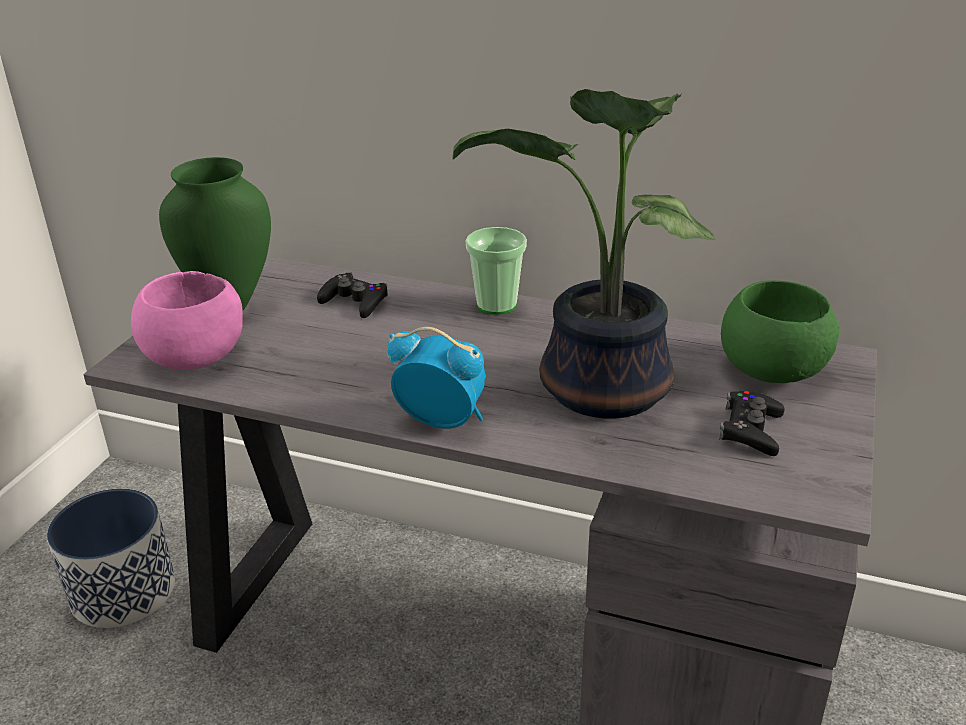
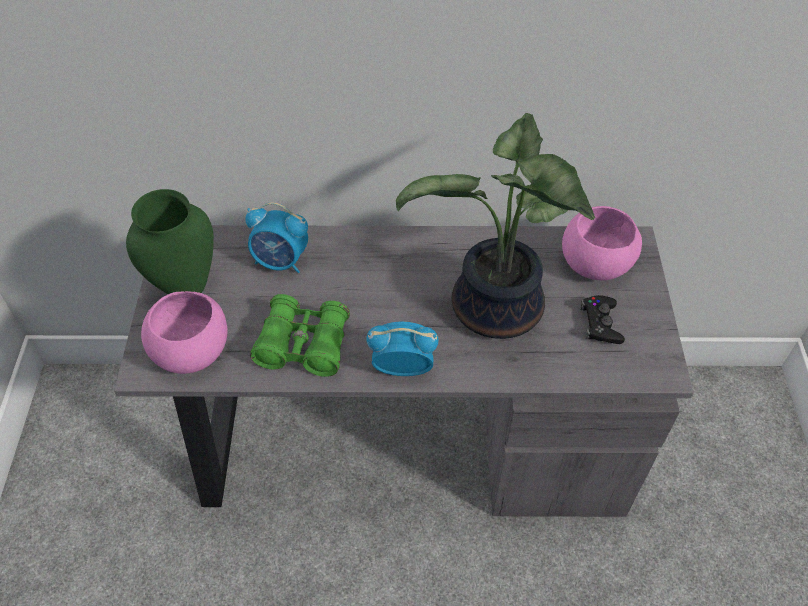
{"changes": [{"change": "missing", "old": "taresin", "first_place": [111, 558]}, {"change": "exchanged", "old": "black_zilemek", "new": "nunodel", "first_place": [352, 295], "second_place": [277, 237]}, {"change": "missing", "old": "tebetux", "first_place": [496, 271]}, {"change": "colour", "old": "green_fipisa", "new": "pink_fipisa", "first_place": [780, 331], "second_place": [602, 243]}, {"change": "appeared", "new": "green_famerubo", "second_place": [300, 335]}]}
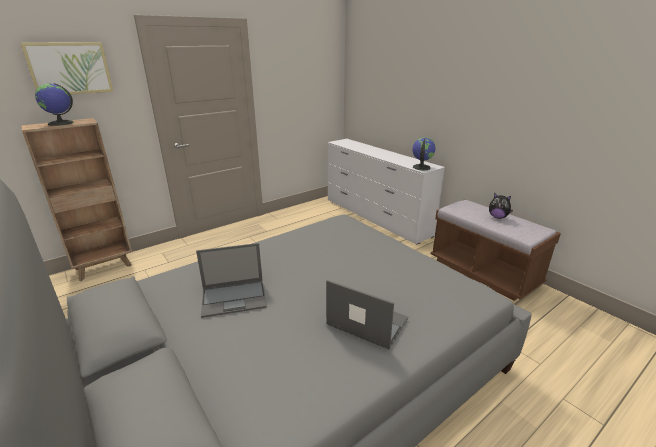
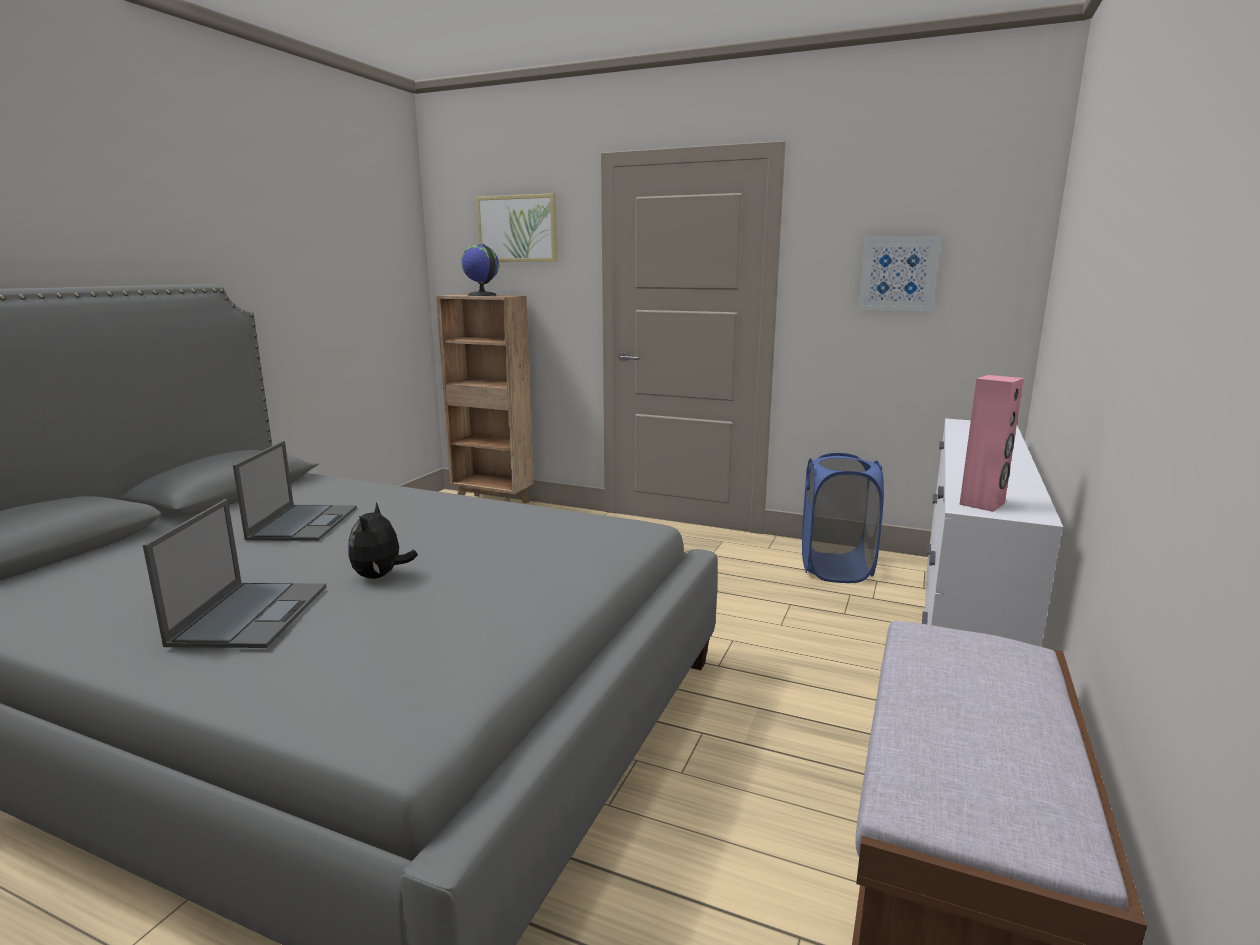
{"changes": [{"change": "spun", "old": "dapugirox", "first_place": [231, 280], "second_place": [295, 491], "degrees": -135}, {"change": "exchanged", "old": "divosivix", "new": "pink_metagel", "first_place": [424, 153], "second_place": [991, 443]}, {"change": "relocated", "old": "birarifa", "first_place": [501, 206], "second_place": [383, 540]}, {"change": "appeared", "new": "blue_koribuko", "second_place": [843, 518]}, {"change": "appeared", "new": "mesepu", "second_place": [899, 273]}]}
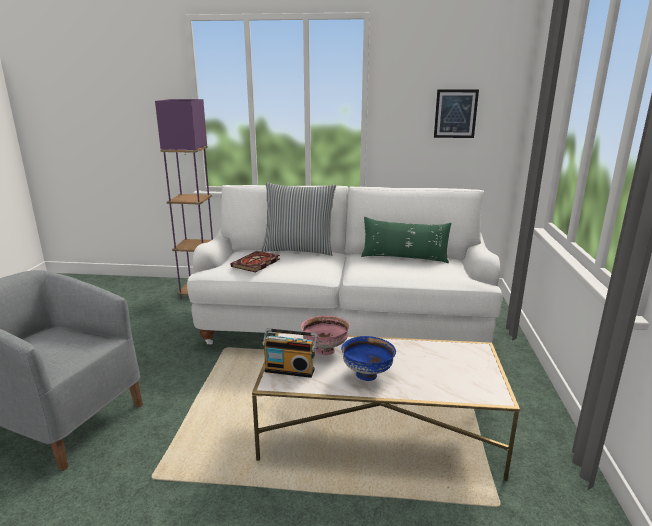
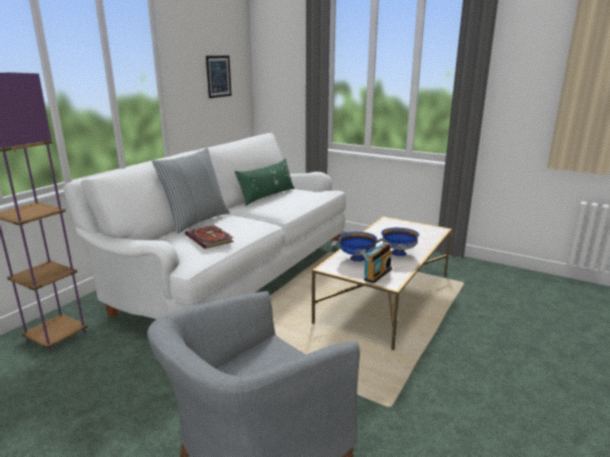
{"changes": [{"change": "colour", "old": "pink_fipisa", "new": "blue_fipisa", "first_place": [325, 335], "second_place": [358, 247]}]}
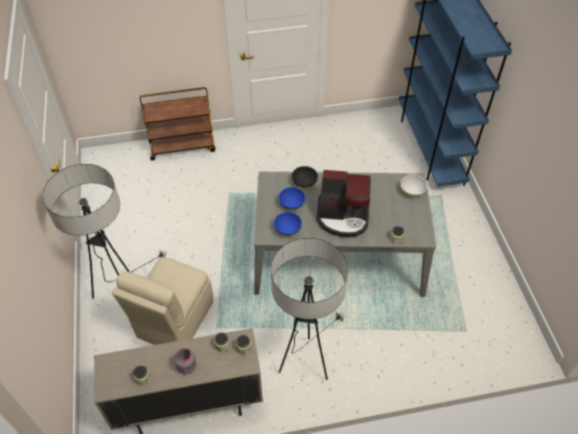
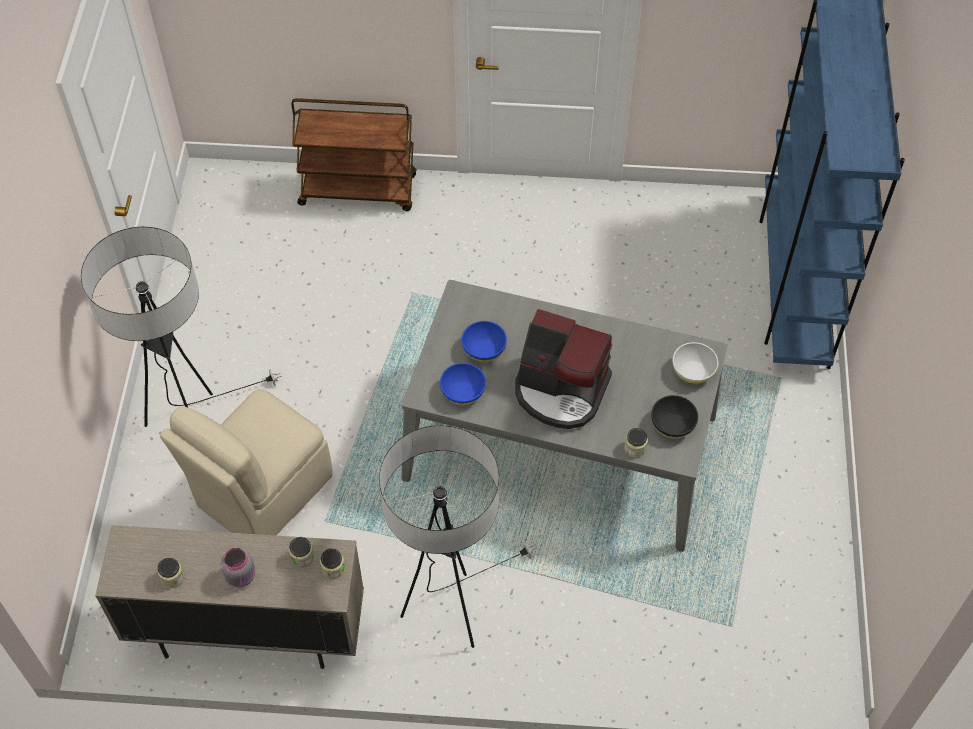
{"changes": [{"change": "relocated", "old": "black_fipisa", "first_place": [305, 177], "second_place": [674, 416]}]}
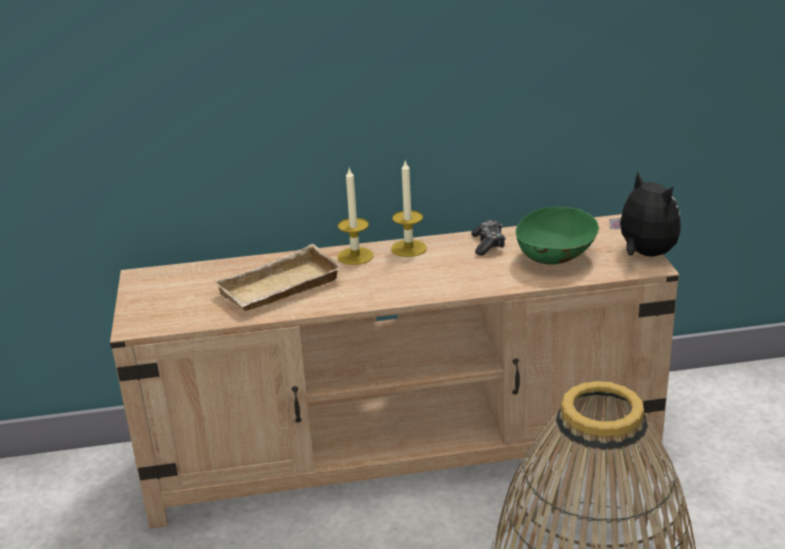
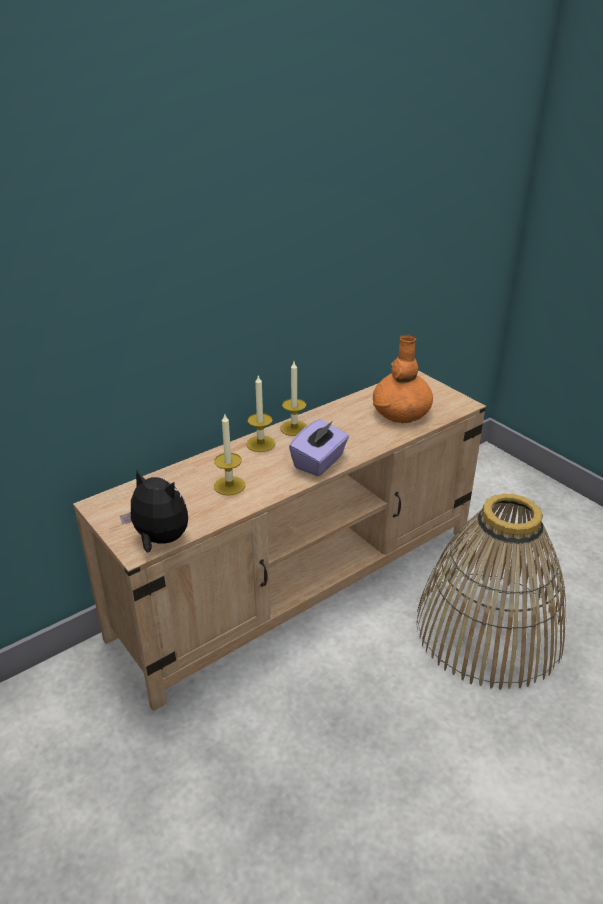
{"changes": [{"change": "exchanged", "old": "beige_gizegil", "new": "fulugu", "first_place": [278, 277], "second_place": [229, 455]}, {"change": "missing", "old": "zilemek", "first_place": [488, 238]}, {"change": "exchanged", "old": "green_fipisa", "new": "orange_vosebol", "first_place": [557, 236], "second_place": [403, 379]}, {"change": "relocated", "old": "birarifa", "first_place": [645, 214], "second_place": [154, 511]}, {"change": "appeared", "new": "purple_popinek", "second_place": [319, 447]}]}
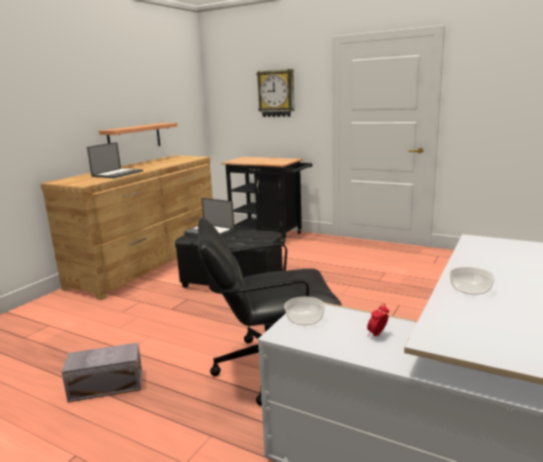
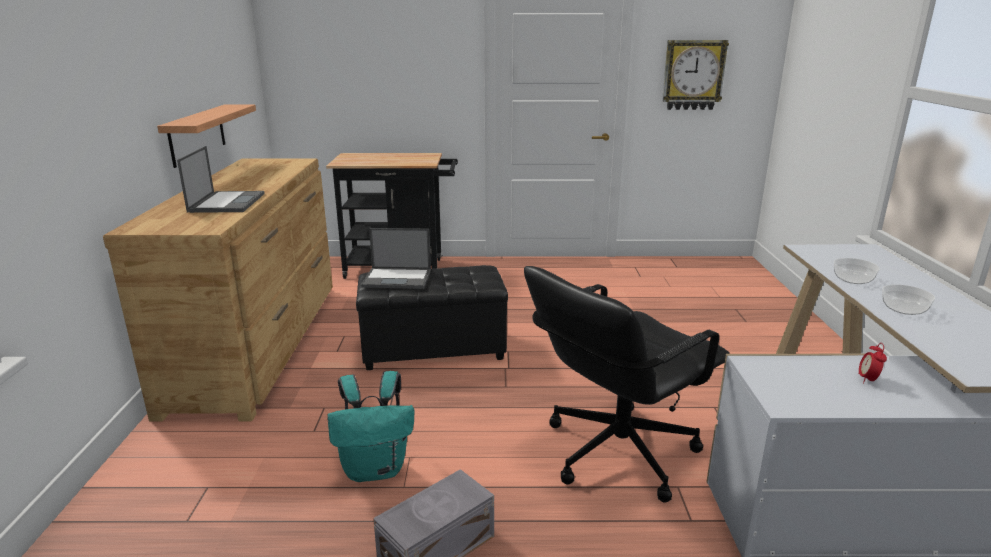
{"changes": [{"change": "relocated", "old": "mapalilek", "first_place": [275, 93], "second_place": [695, 75]}, {"change": "relocated", "old": "fipisa", "first_place": [304, 311], "second_place": [857, 271]}, {"change": "appeared", "new": "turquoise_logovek", "second_place": [370, 426]}]}
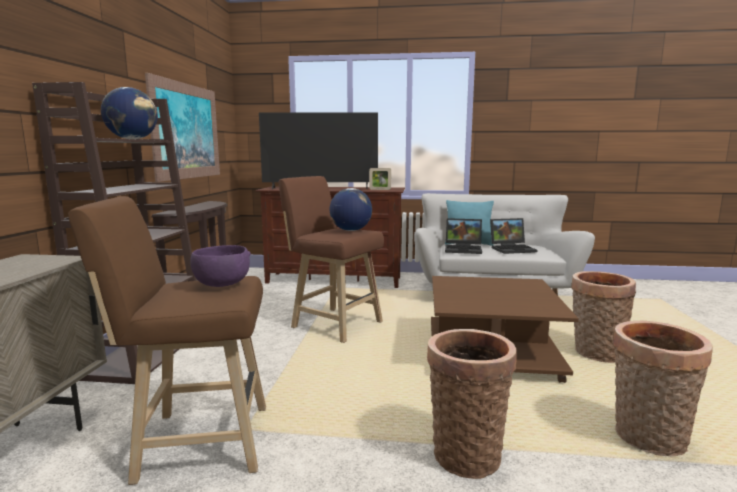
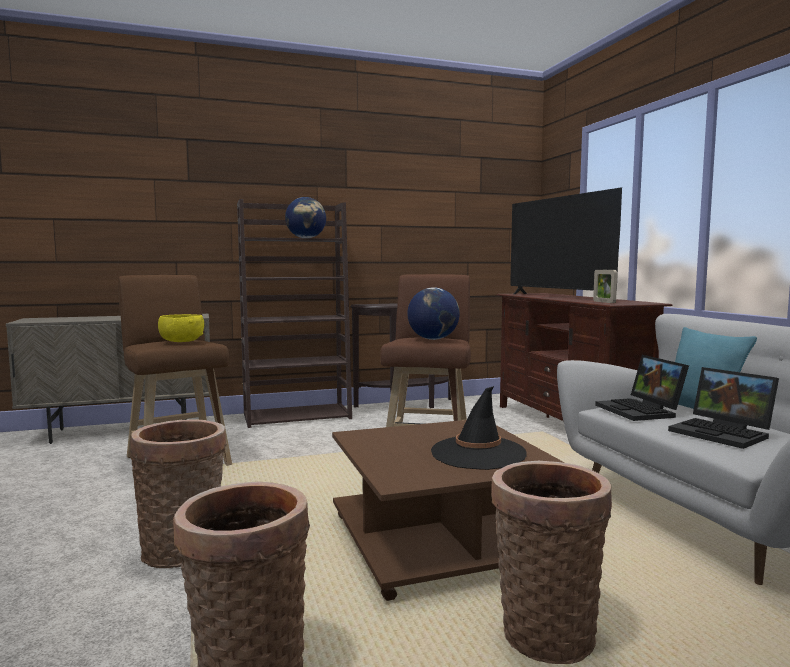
{"changes": [{"change": "missing", "old": "mesepu", "first_place": [182, 127]}, {"change": "colour", "old": "purple_fipisa", "new": "yellow_fipisa", "first_place": [220, 266], "second_place": [181, 328]}, {"change": "appeared", "new": "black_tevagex", "second_place": [479, 428]}]}
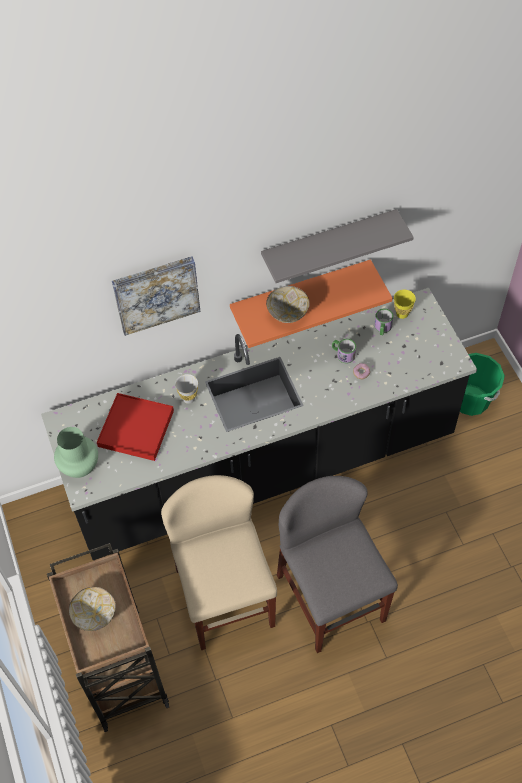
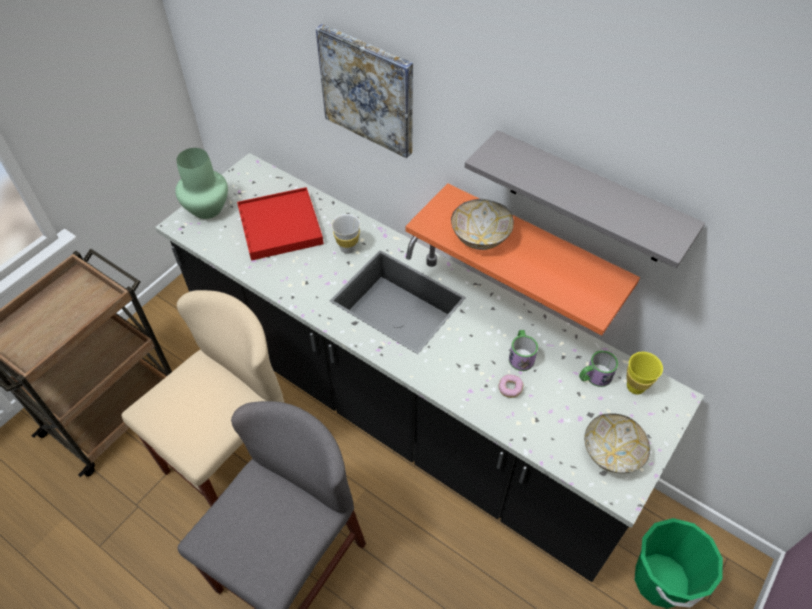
{"changes": [{"change": "relocated", "old": "fipisa", "first_place": [92, 609], "second_place": [617, 444]}]}
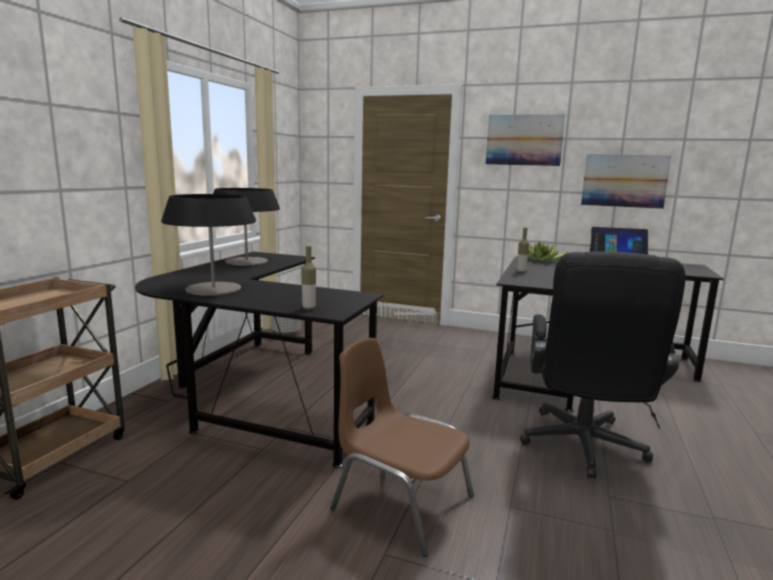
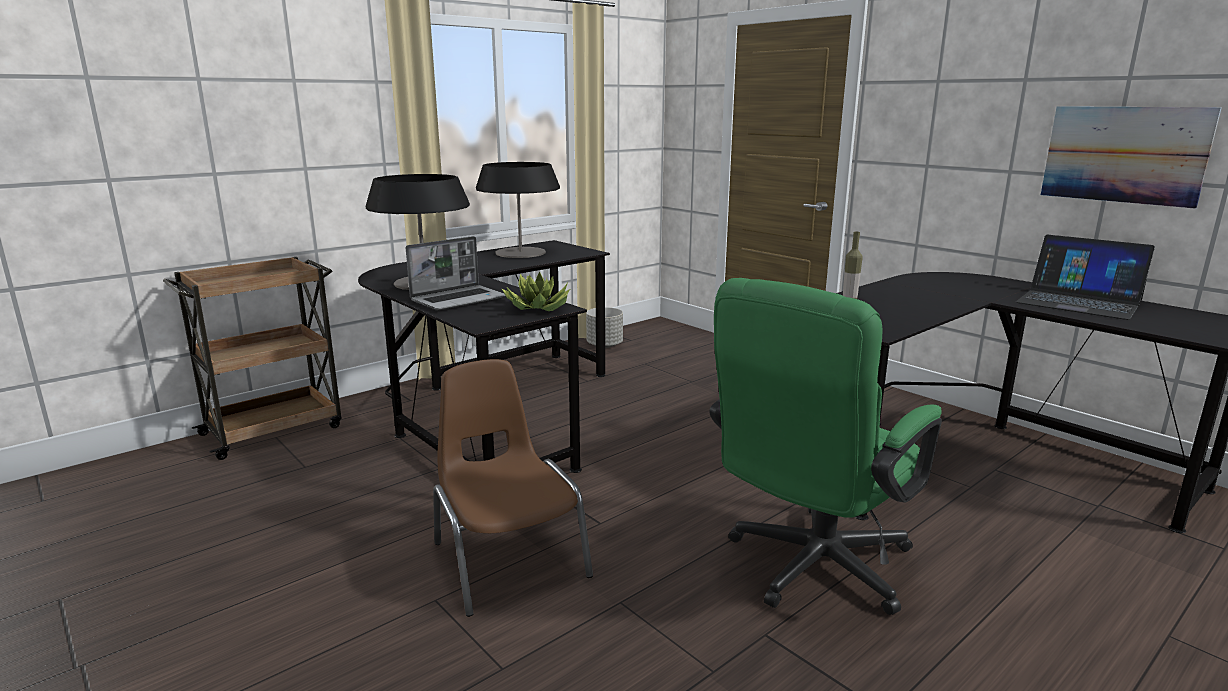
{"changes": [{"change": "missing", "old": "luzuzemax", "first_place": [308, 278]}, {"change": "missing", "old": "mesepu", "first_place": [525, 140]}, {"change": "colour", "old": "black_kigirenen", "new": "green_kigirenen", "first_place": [603, 364], "second_place": [825, 446]}, {"change": "relocated", "old": "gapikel", "first_place": [548, 251], "second_place": [535, 291]}, {"change": "appeared", "new": "dapugirox", "second_place": [455, 273]}]}
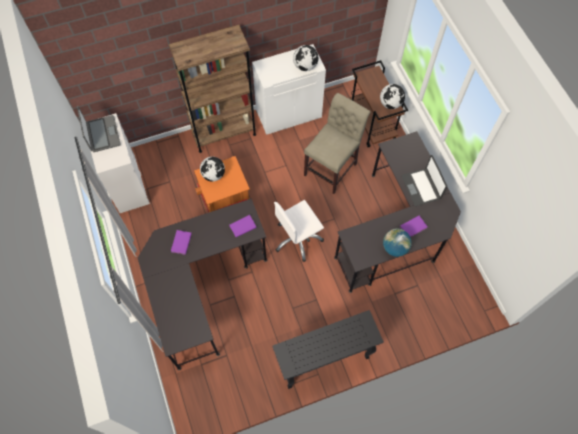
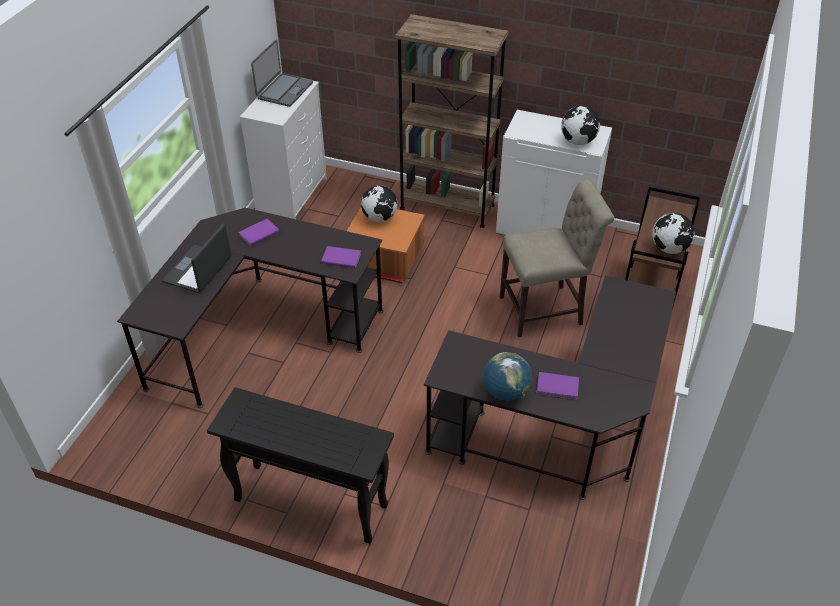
{"changes": [{"change": "missing", "old": "white_kigirenen", "first_place": [299, 231]}, {"change": "relocated", "old": "dapugirox", "first_place": [424, 180], "second_place": [197, 258]}]}
